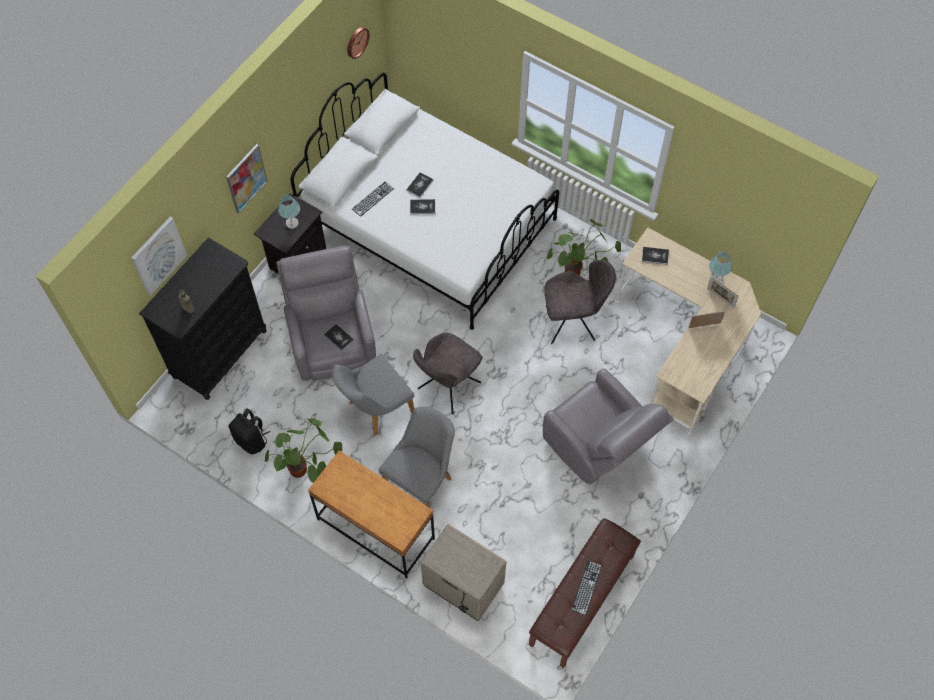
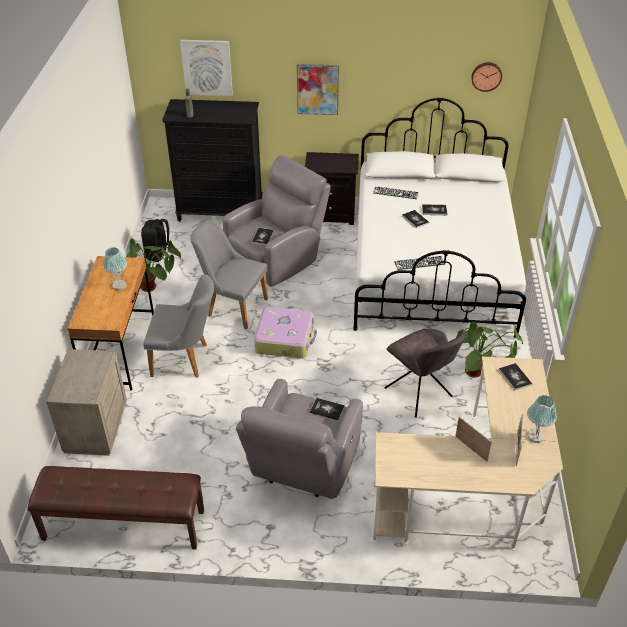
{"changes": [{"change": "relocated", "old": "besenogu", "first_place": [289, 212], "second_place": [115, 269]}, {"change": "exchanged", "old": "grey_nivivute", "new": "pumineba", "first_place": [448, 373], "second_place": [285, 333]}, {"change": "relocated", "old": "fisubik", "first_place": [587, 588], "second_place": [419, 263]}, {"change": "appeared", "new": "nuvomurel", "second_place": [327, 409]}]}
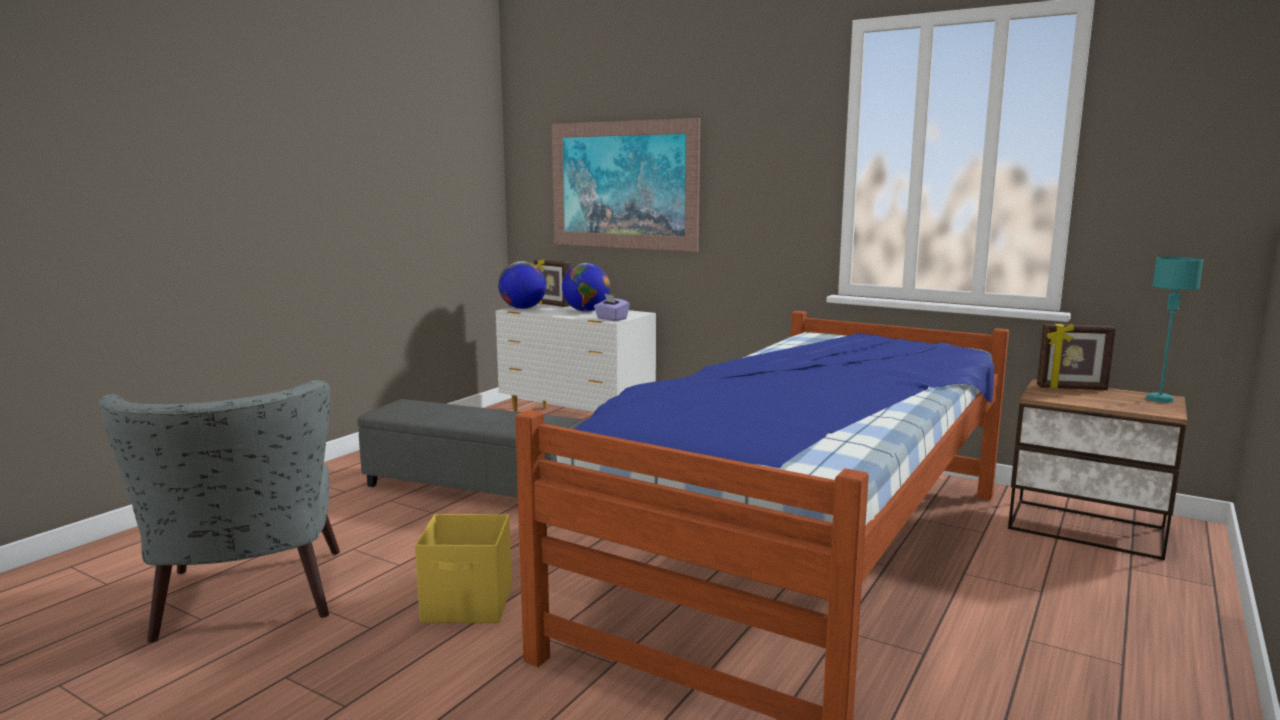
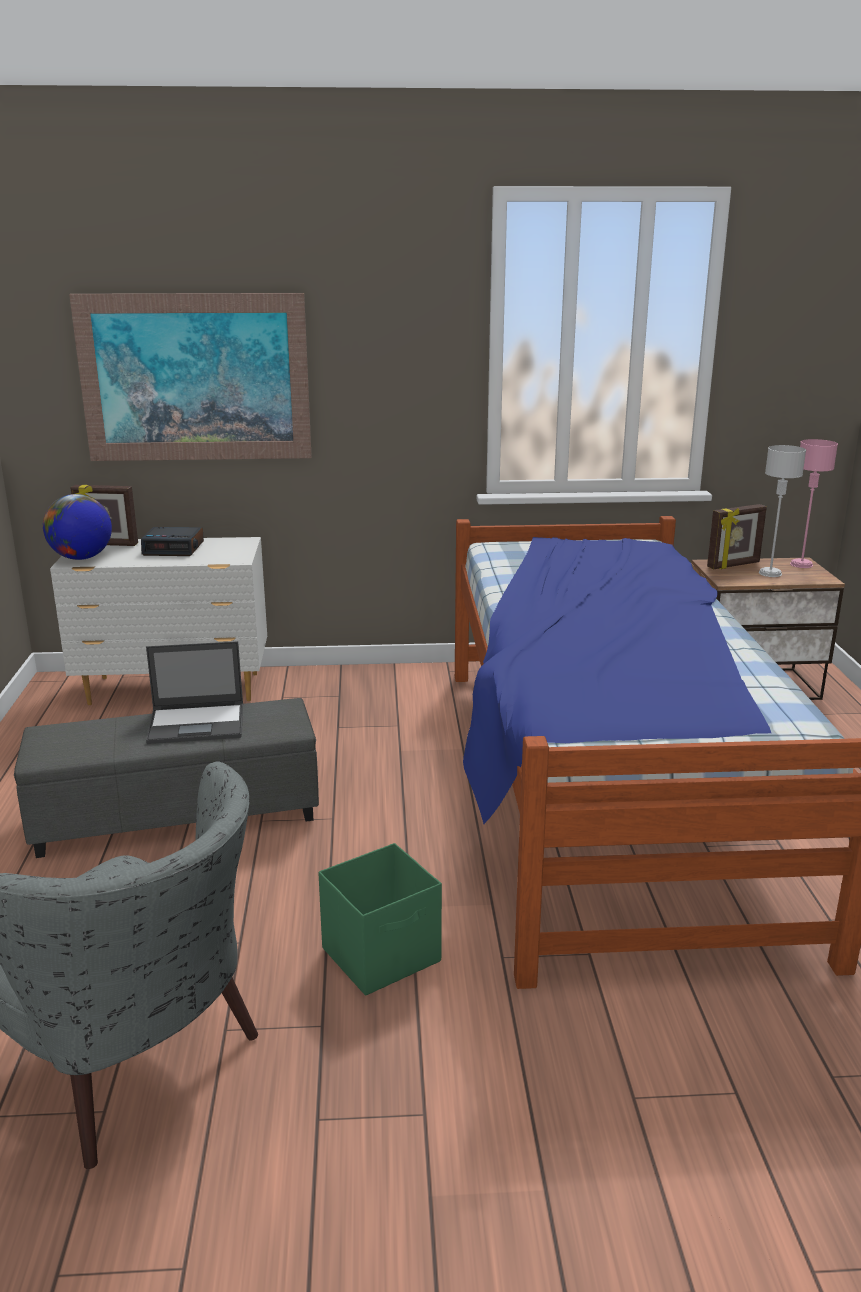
{"changes": [{"change": "colour", "old": "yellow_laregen", "new": "green_laregen", "first_place": [463, 568], "second_place": [380, 919]}, {"change": "exchanged", "old": "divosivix", "new": "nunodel", "first_place": [586, 287], "second_place": [172, 541]}, {"change": "missing", "old": "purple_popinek", "first_place": [612, 307]}, {"change": "colour", "old": "turquoise_besenogu", "new": "pink_besenogu", "first_place": [1174, 330], "second_place": [814, 503]}, {"change": "appeared", "new": "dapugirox", "second_place": [194, 692]}, {"change": "appeared", "new": "grey_besenogu", "second_place": [782, 511]}]}
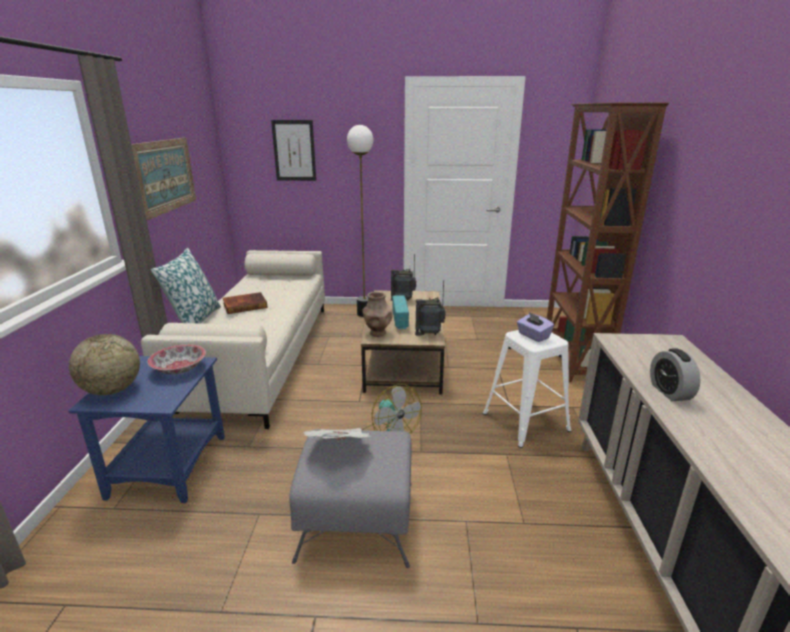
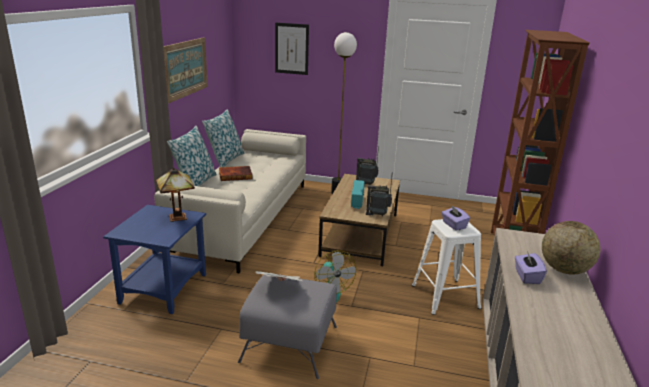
{"changes": [{"change": "relocated", "old": "divosivix", "first_place": [104, 364], "second_place": [571, 247]}, {"change": "exchanged", "old": "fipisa", "new": "besenogu", "first_place": [177, 359], "second_place": [175, 195]}, {"change": "missing", "old": "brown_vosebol", "first_place": [377, 314]}, {"change": "exchanged", "old": "nunodel", "new": "purple_popinek", "first_place": [675, 374], "second_place": [531, 267]}, {"change": "appeared", "new": "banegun", "second_place": [223, 138]}]}
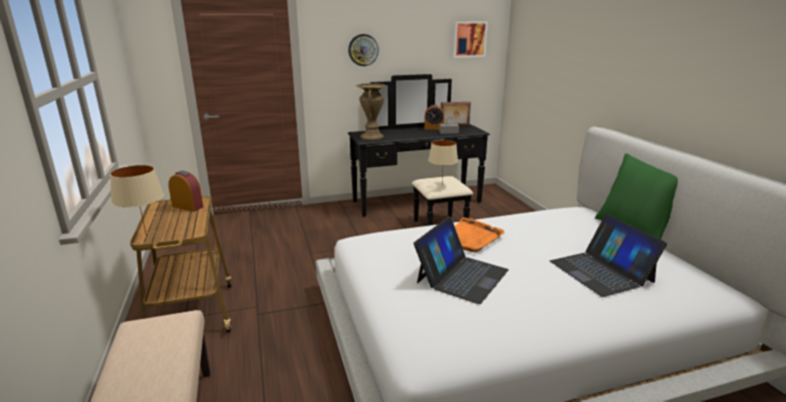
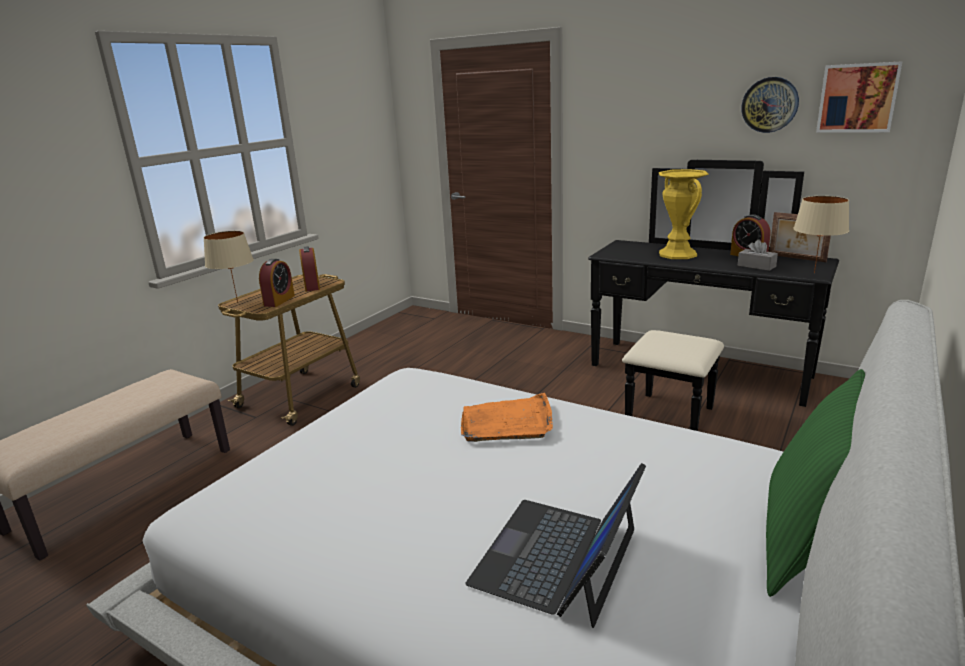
{"changes": [{"change": "relocated", "old": "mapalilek", "first_place": [363, 50], "second_place": [770, 105]}, {"change": "missing", "old": "brown_vosebol", "first_place": [371, 111]}, {"change": "missing", "old": "dapugirox", "first_place": [461, 260]}, {"change": "relocated", "old": "beige_besenogu", "first_place": [443, 161], "second_place": [821, 234]}, {"change": "appeared", "new": "nunodel", "second_place": [277, 283]}, {"change": "appeared", "new": "yellow_vosebol", "second_place": [684, 214]}]}
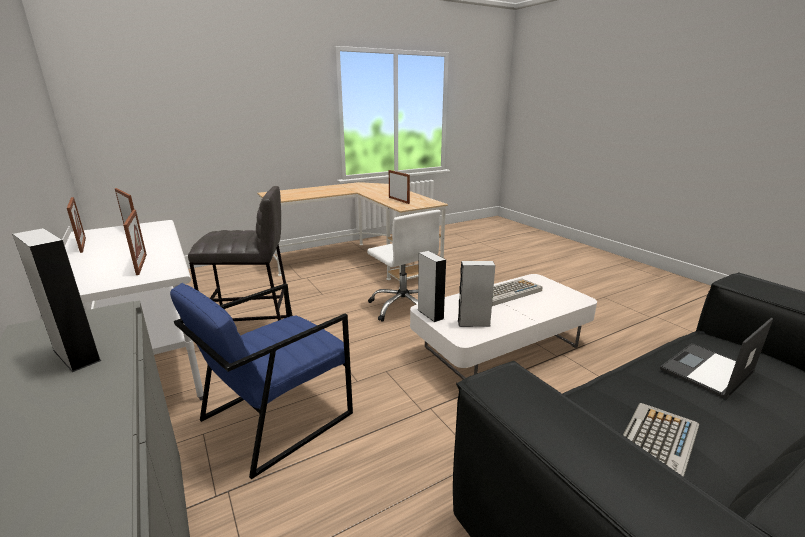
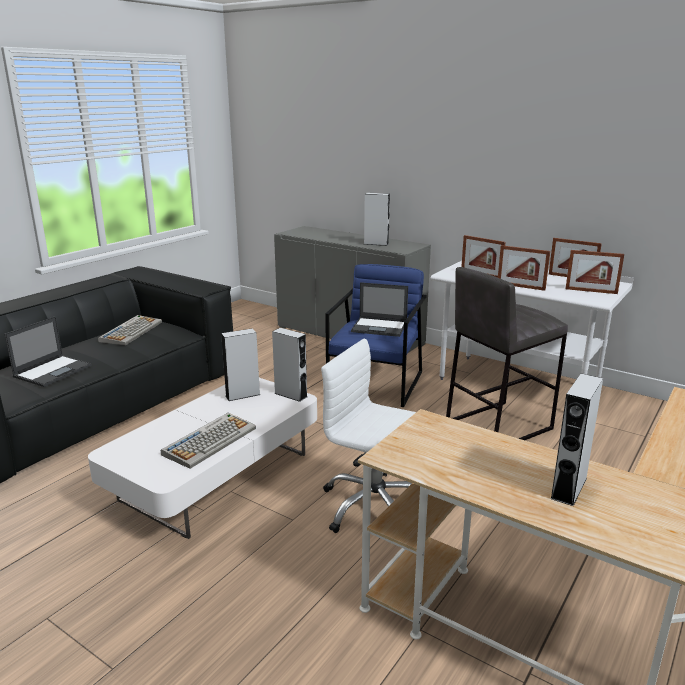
{"changes": [{"change": "relocated", "old": "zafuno", "first_place": [399, 187], "second_place": [524, 268]}, {"change": "appeared", "new": "dapugirox", "second_place": [379, 309]}, {"change": "appeared", "new": "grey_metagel", "second_place": [576, 440]}]}
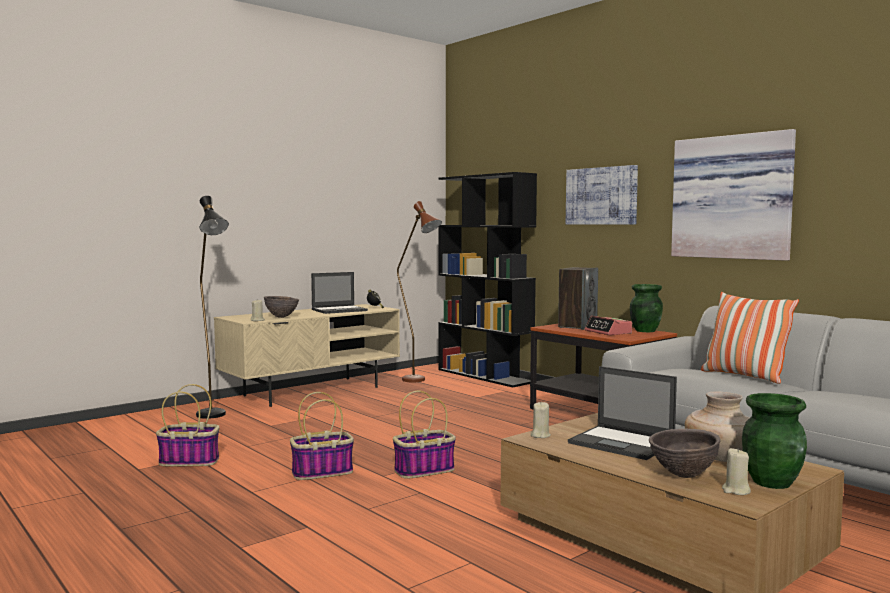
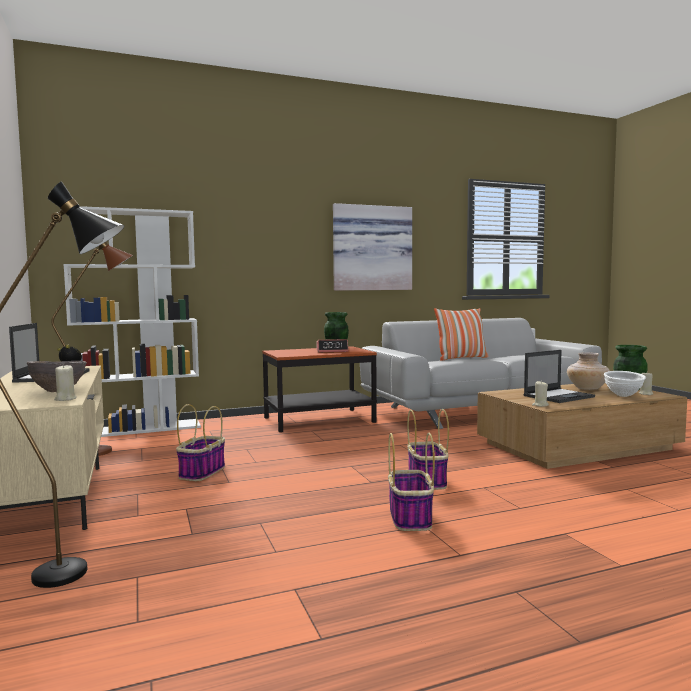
{"changes": [{"change": "relocated", "old": "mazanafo", "first_place": [188, 425], "second_place": [200, 442]}, {"change": "colour", "old": "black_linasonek", "new": "white_linasonek", "first_place": [487, 279], "second_place": [132, 321]}, {"change": "missing", "old": "metagel", "first_place": [578, 298]}, {"change": "missing", "old": "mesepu", "first_place": [602, 195]}, {"change": "colour", "old": "brown_fipisa", "new": "white_fipisa", "first_place": [685, 453], "second_place": [625, 384]}]}
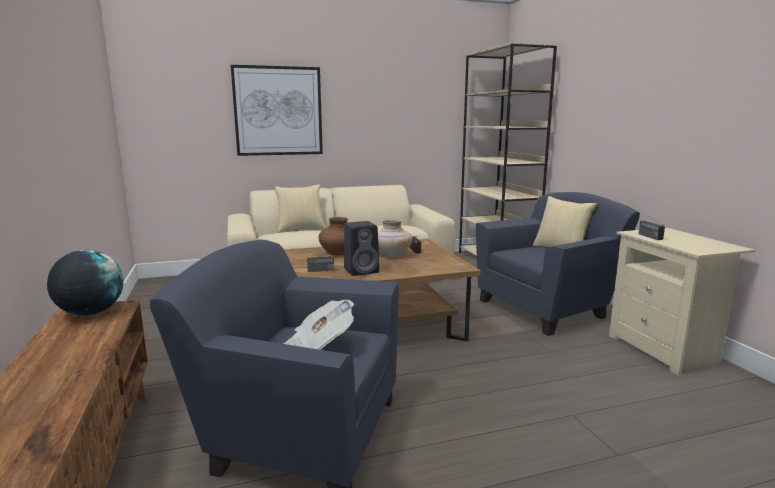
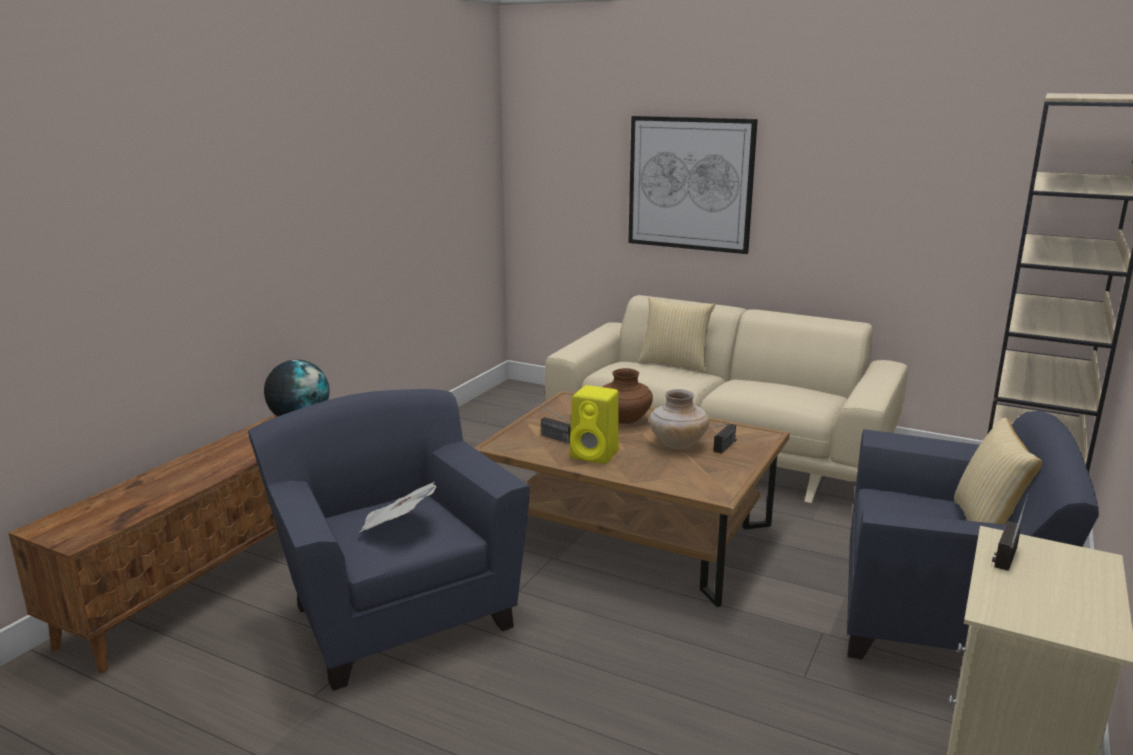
{"changes": [{"change": "colour", "old": "black_metagel", "new": "yellow_metagel", "first_place": [361, 248], "second_place": [594, 424]}]}
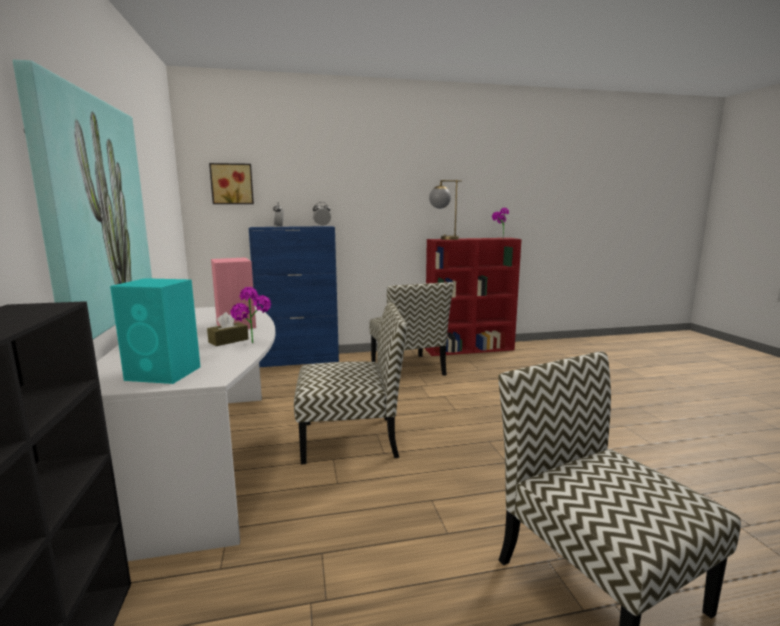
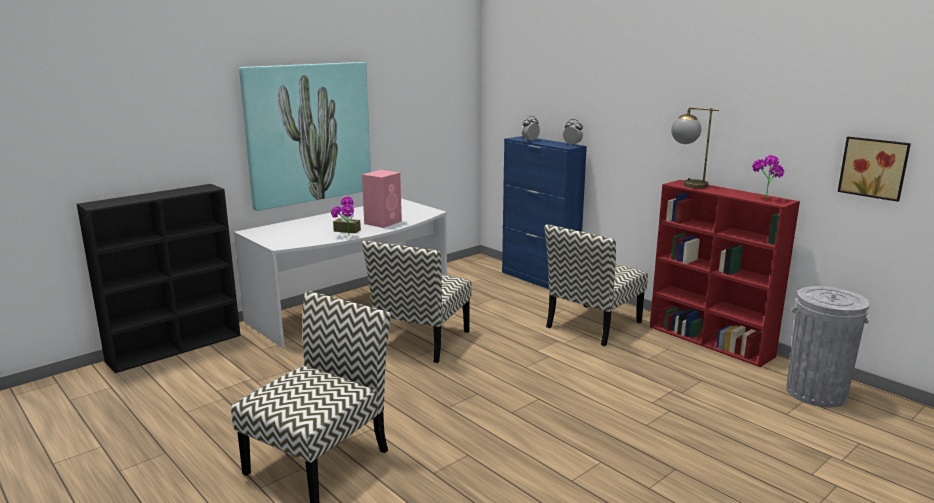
{"changes": [{"change": "missing", "old": "turquoise_metagel", "first_place": [155, 331]}, {"change": "relocated", "old": "mesepu", "first_place": [231, 183], "second_place": [874, 169]}, {"change": "spun", "old": "nivivute", "first_place": [350, 383], "second_place": [416, 302], "degrees": 60}, {"change": "appeared", "new": "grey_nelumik", "second_place": [828, 347]}]}
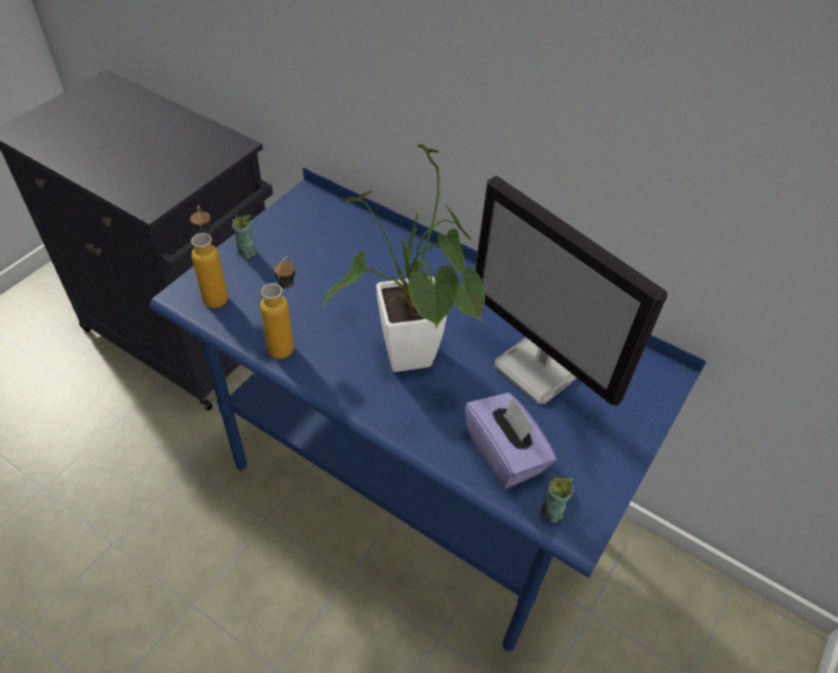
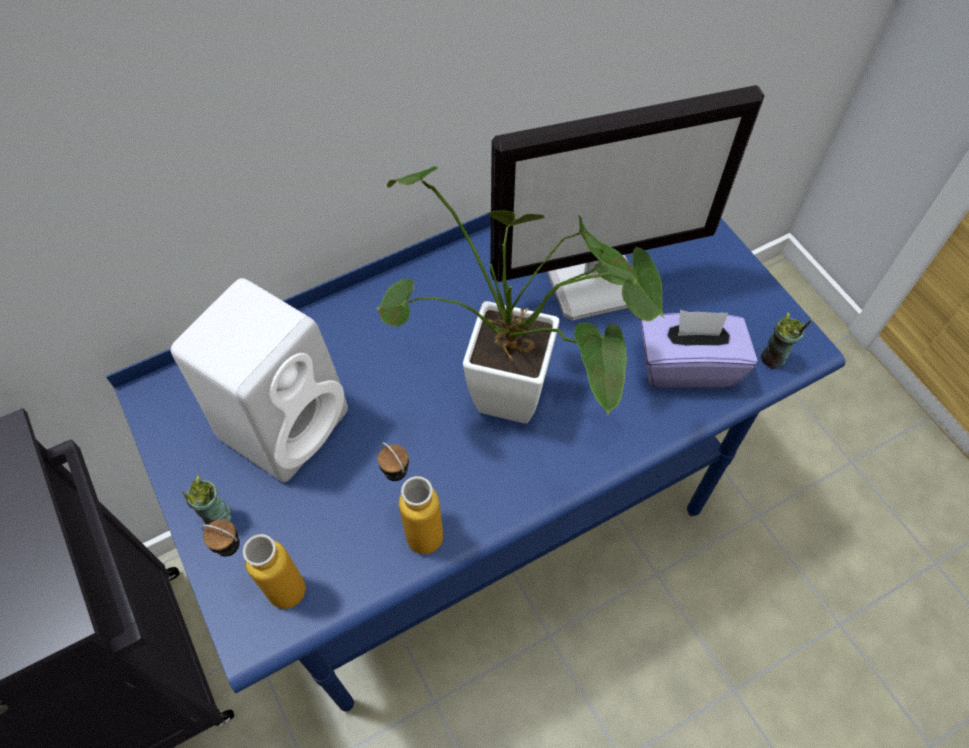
{"changes": [{"change": "appeared", "new": "white_metagel", "second_place": [259, 380]}]}
